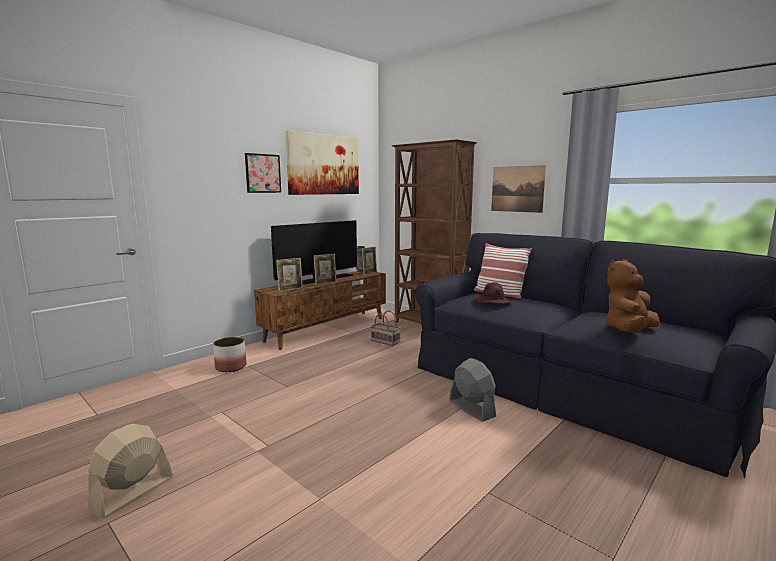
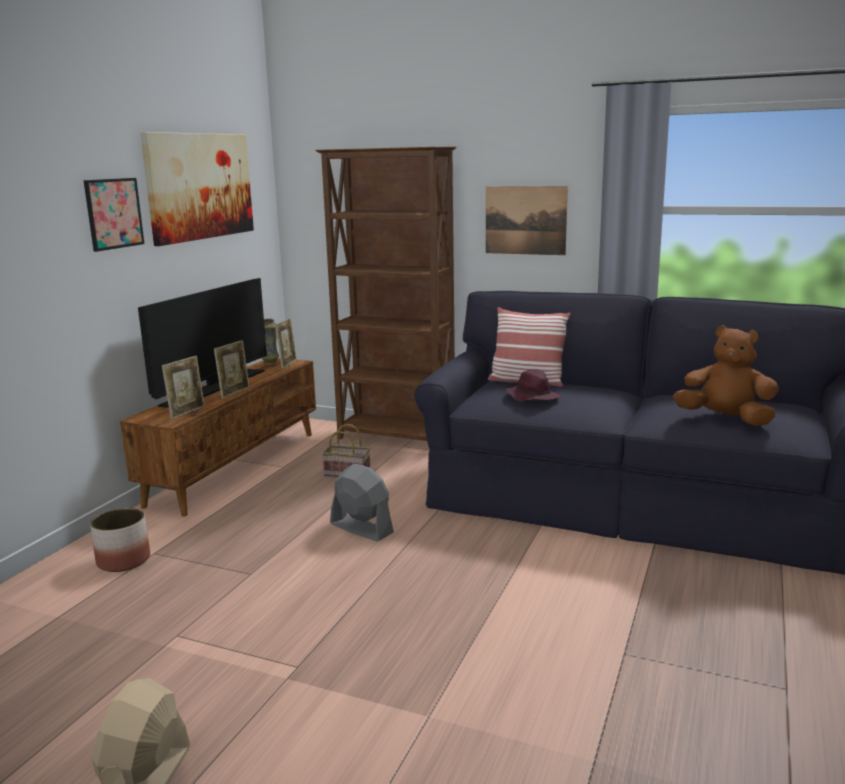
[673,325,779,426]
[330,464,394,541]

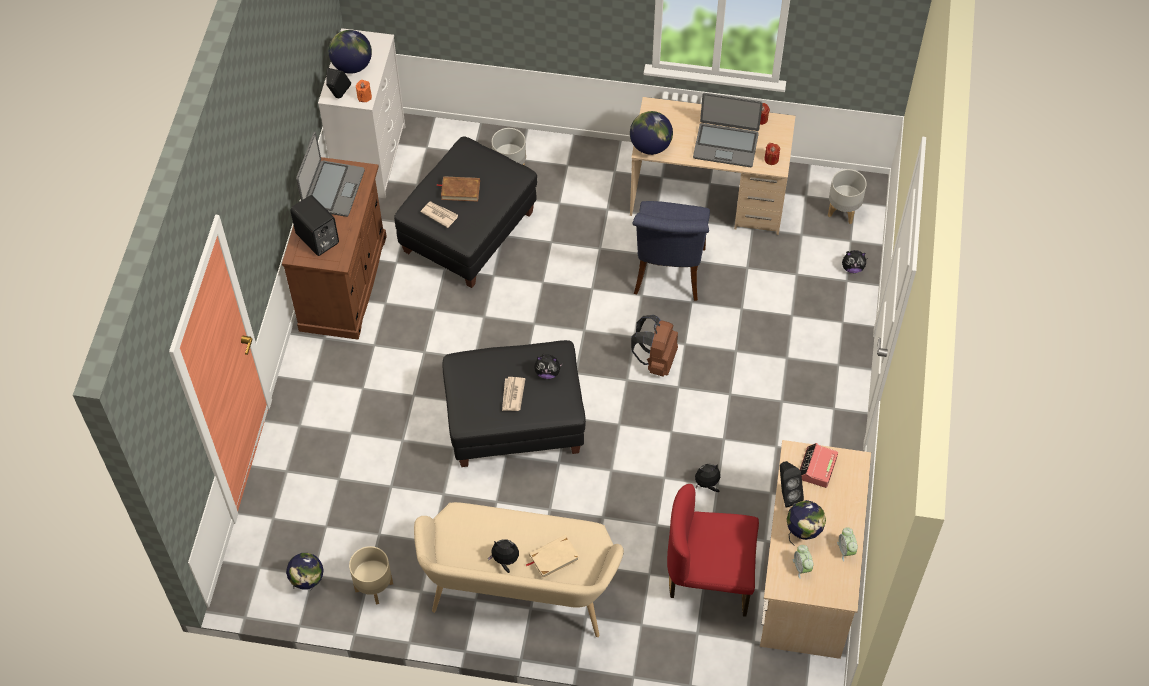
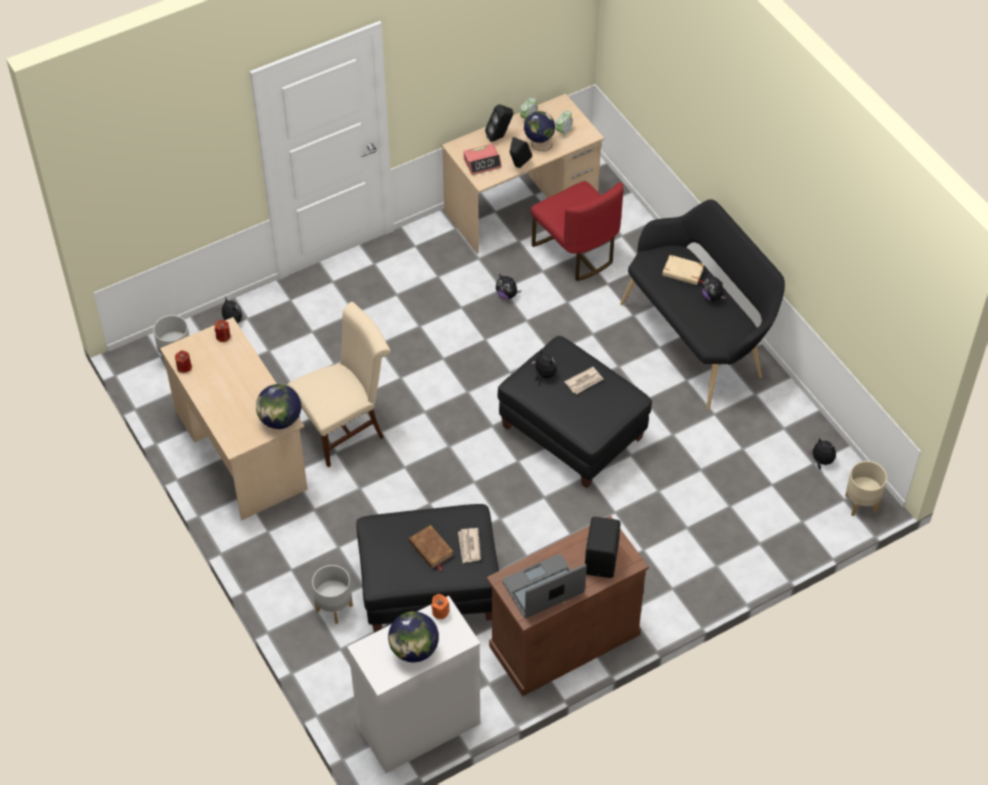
[485,104,513,142]
[693,93,763,167] (first image)
[287,302,390,467]
[631,315,678,377] (first image)
[620,199,785,410]
[845,461,887,517]
[808,437,836,470]

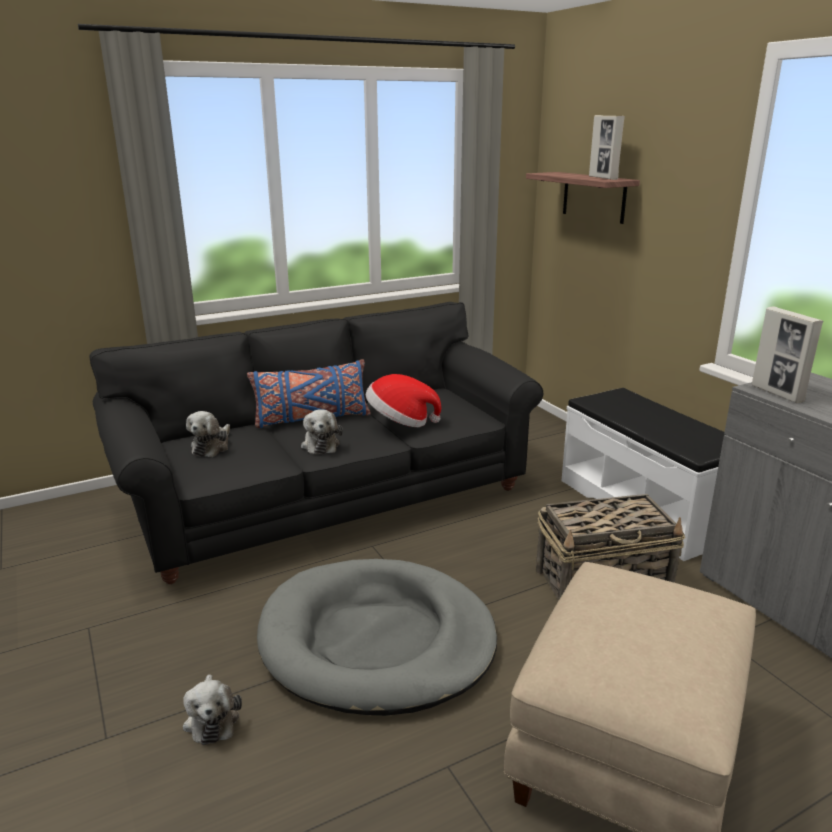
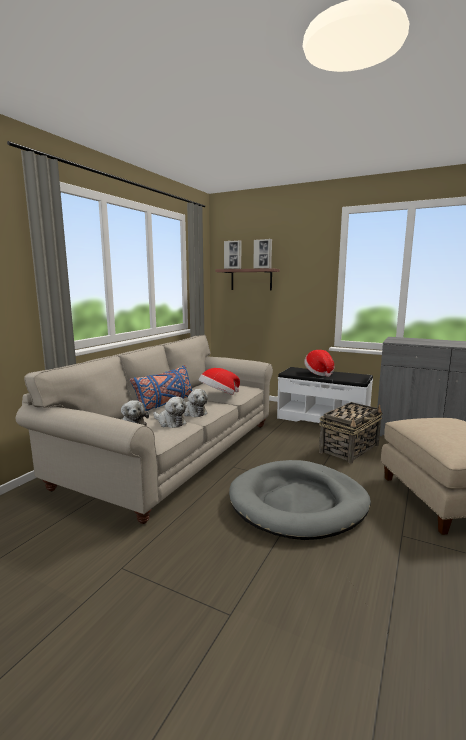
[16,335,273,524]
[224,240,242,269]
[153,397,187,428]
[304,350,334,377]

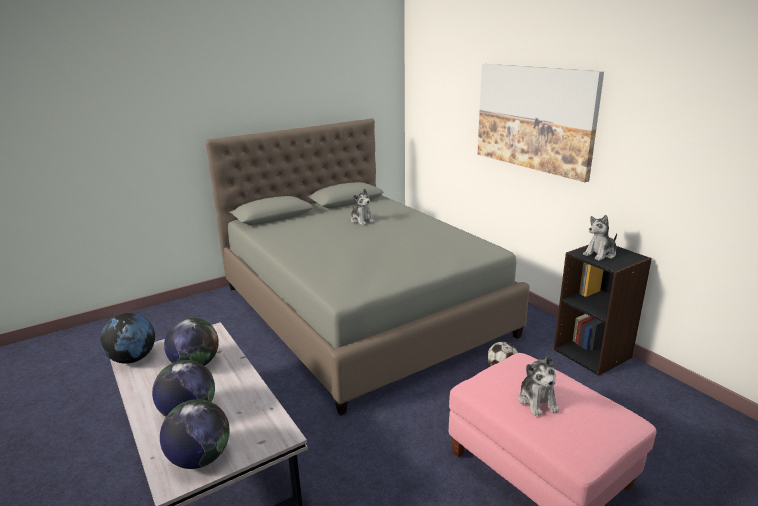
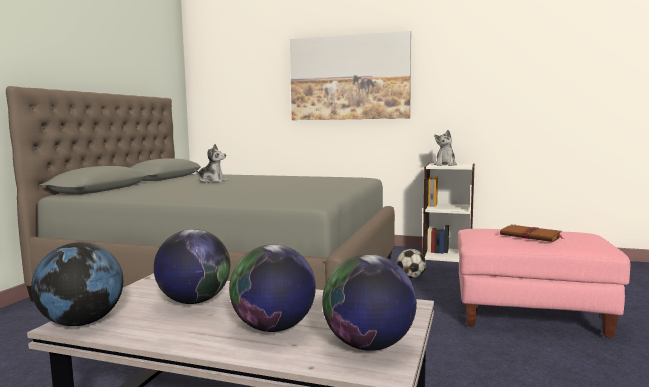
[423,163,475,262]
[500,224,564,242]

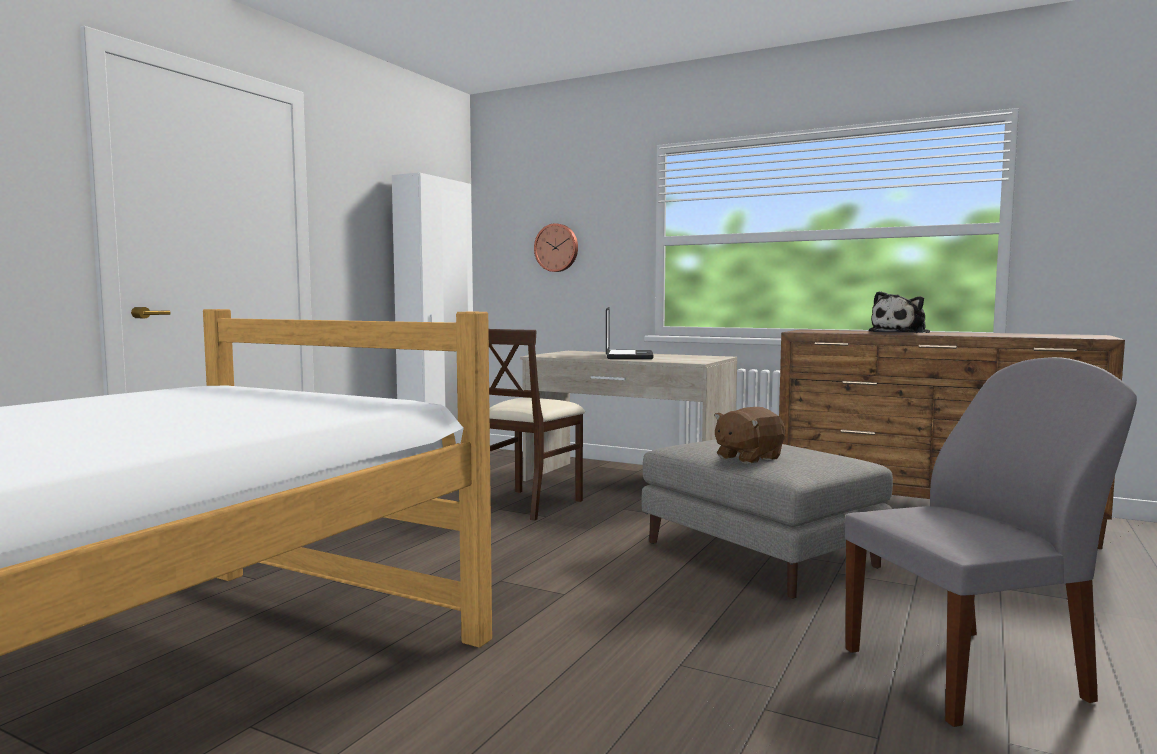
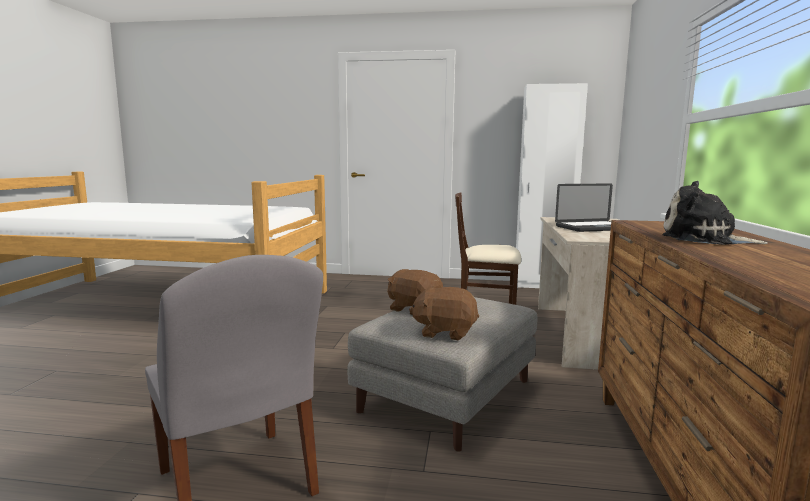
[534,223,578,272] (first image)
[409,287,479,340]

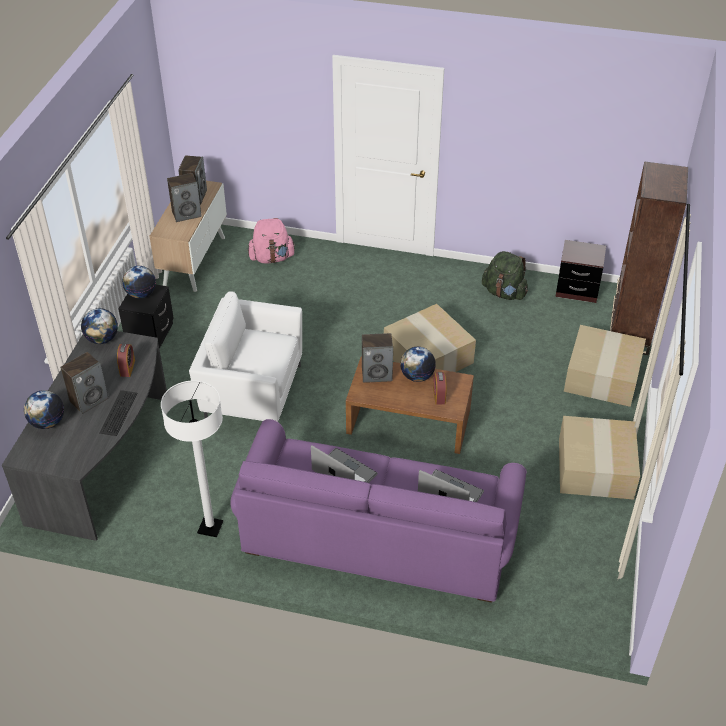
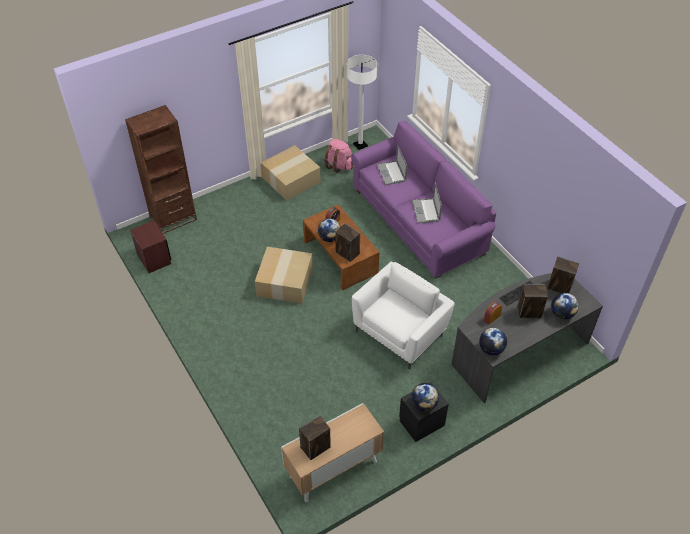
[547,256,579,293]
[324,139,354,173]
[482,251,528,300] (first image)
[352,262,455,369]
[564,325,646,407] (first image)
[347,55,377,150]

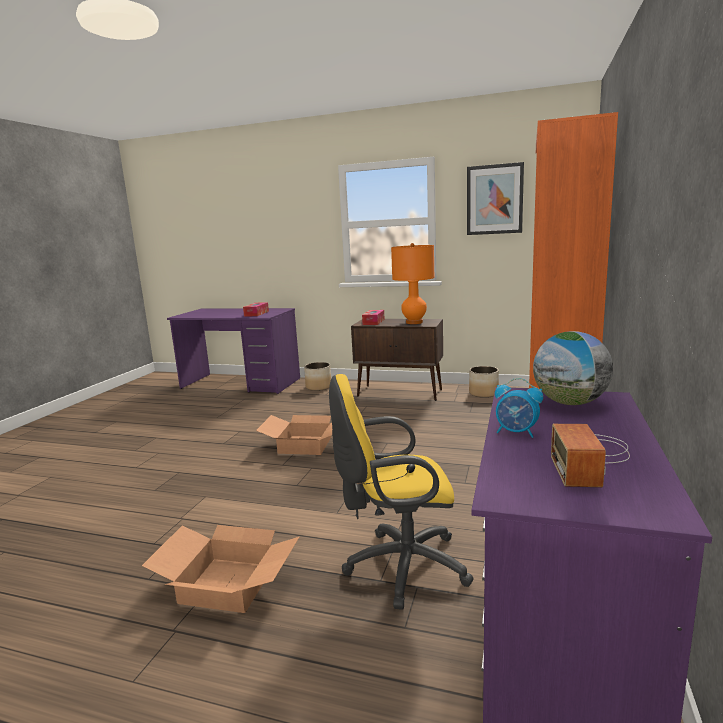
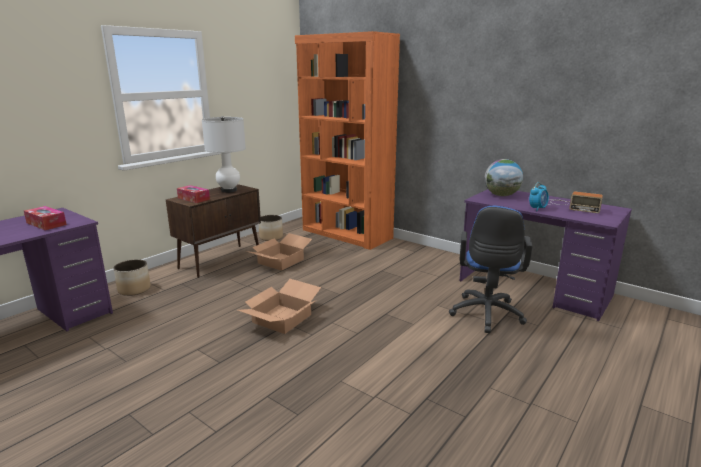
[467,162,524,235] (first image)
[202,116,246,193]
[449,206,533,333]
[246,233,312,271]

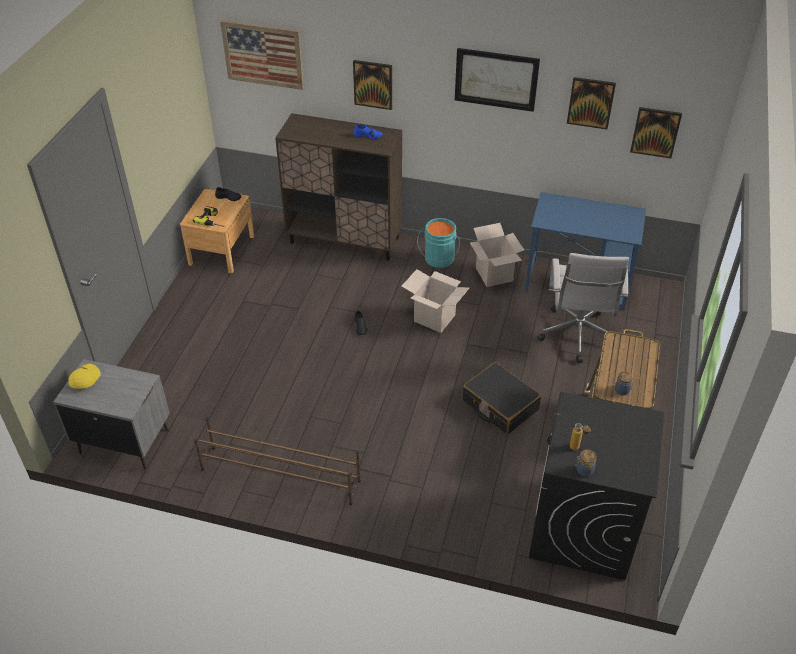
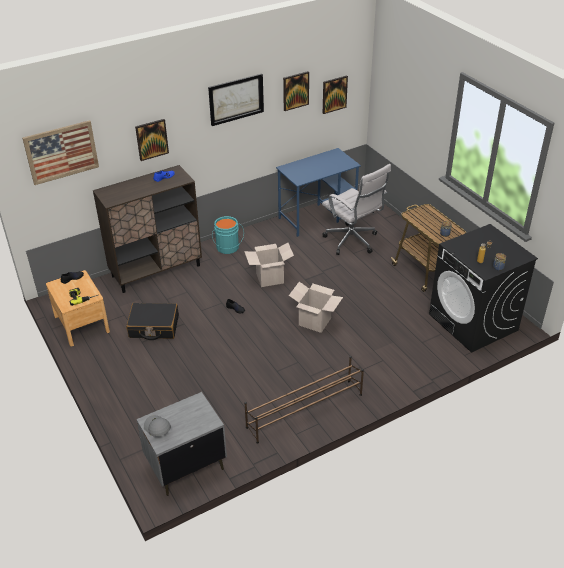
[289,282,343,333]
[126,303,179,340]
[144,415,171,437]

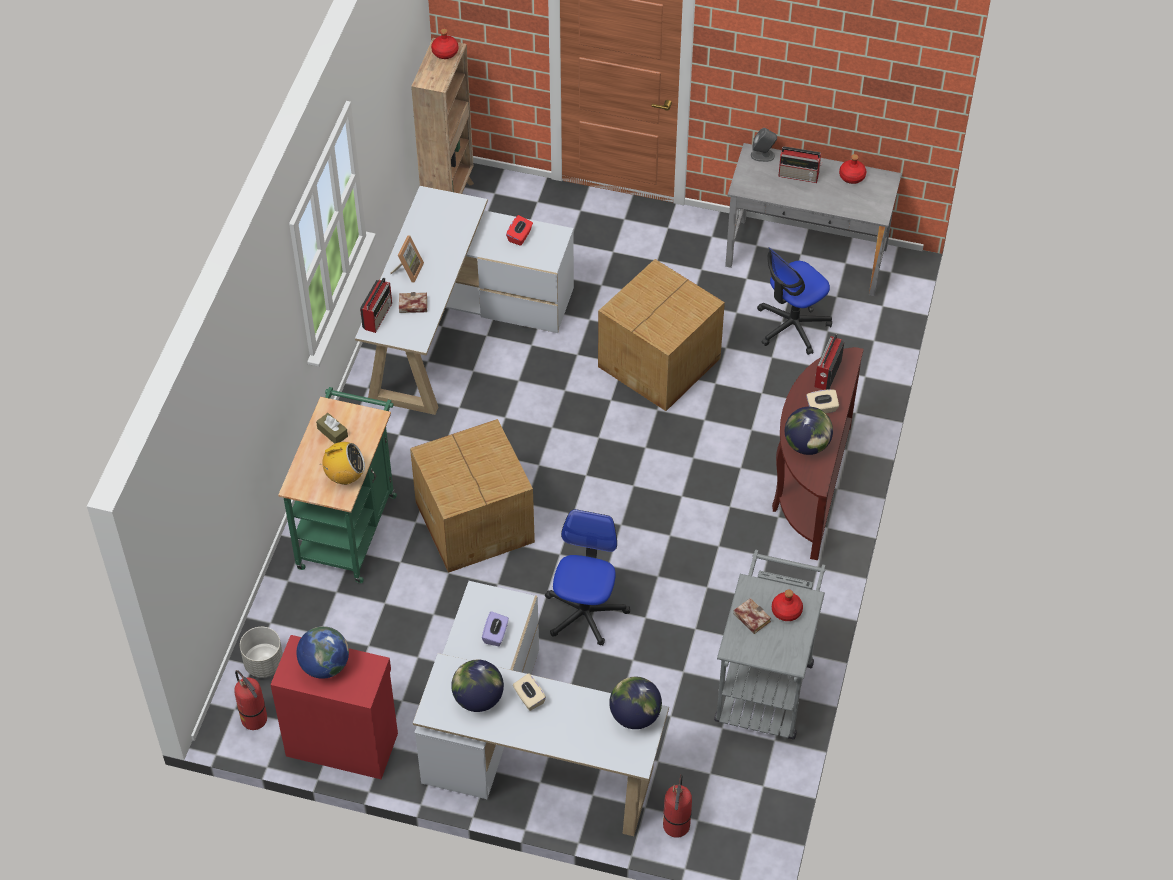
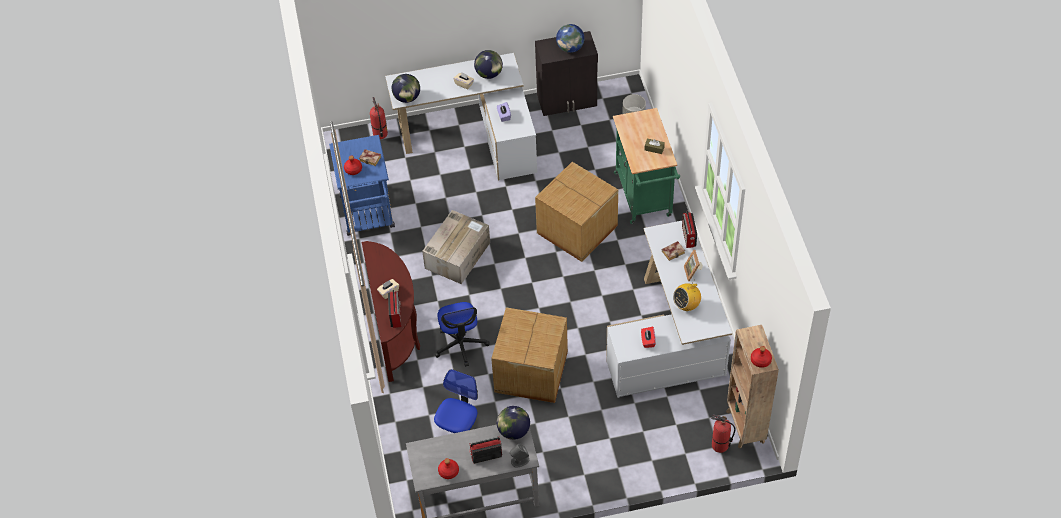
[497,406,530,440]
[673,281,701,311]
[435,302,490,367]
[329,135,395,236]
[535,31,598,116]
[711,414,736,453]
[422,210,490,284]

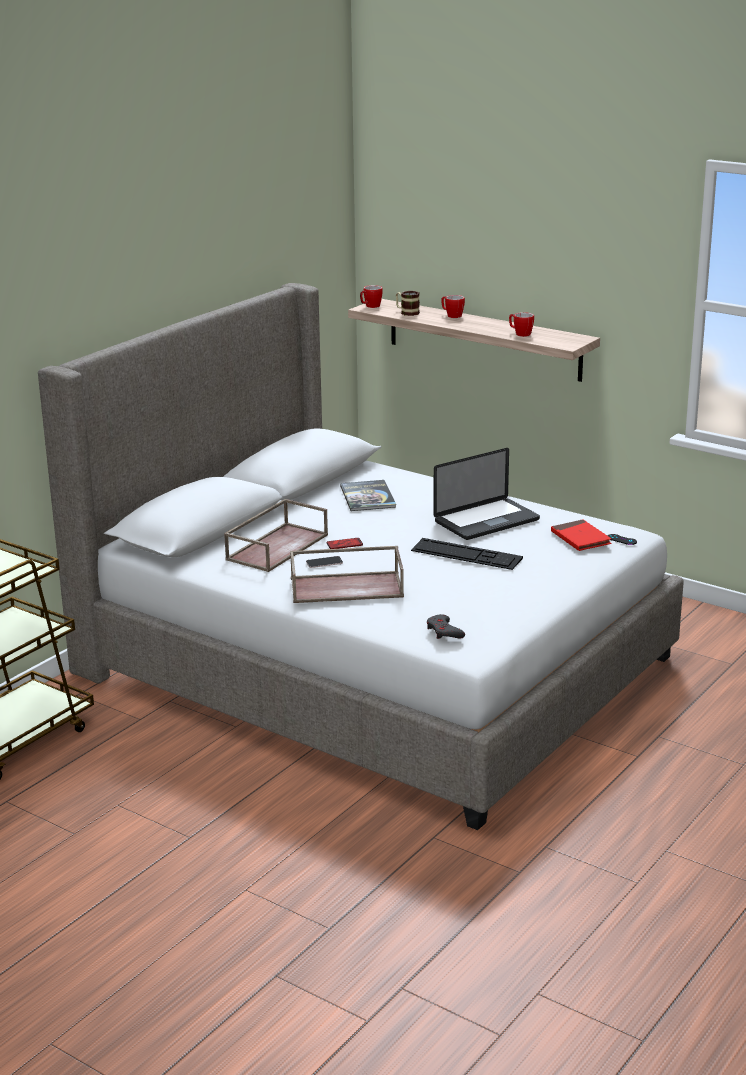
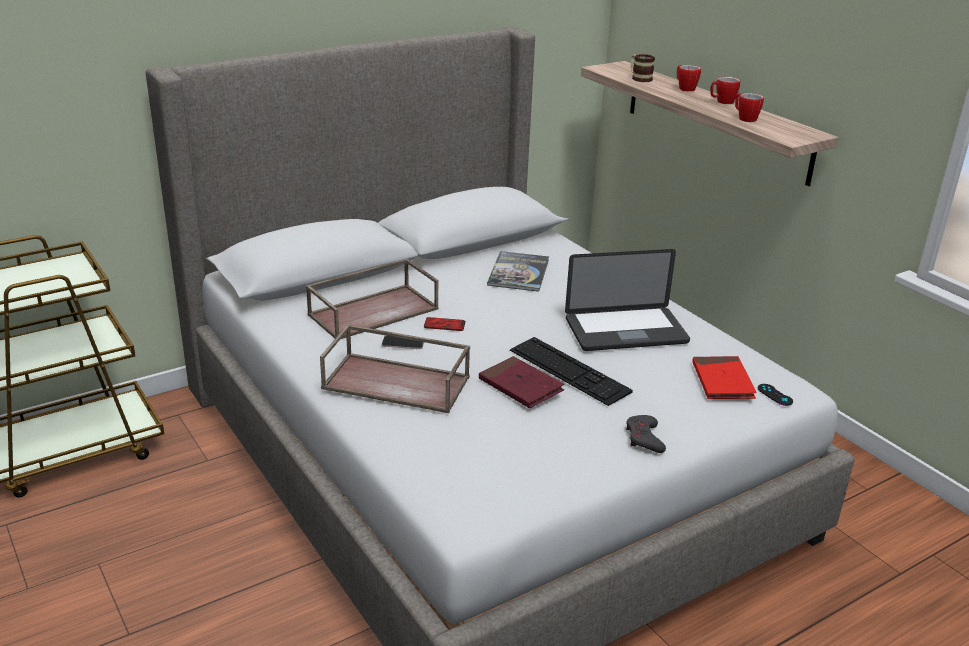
[711,77,740,104]
[626,415,666,453]
[479,356,564,408]

